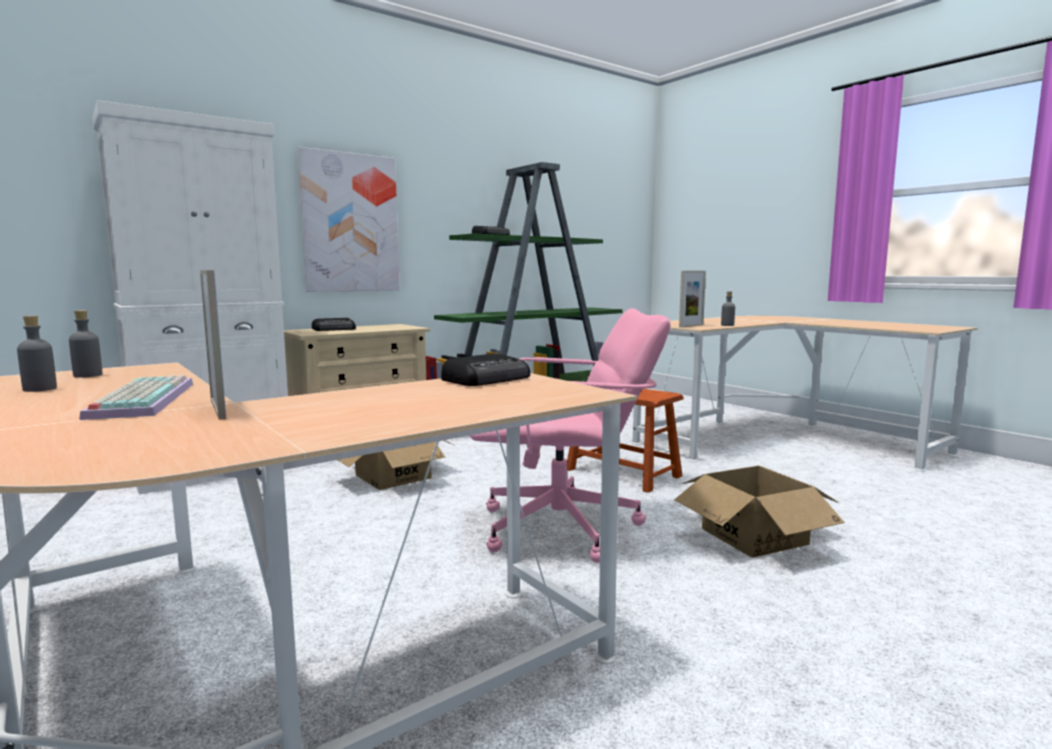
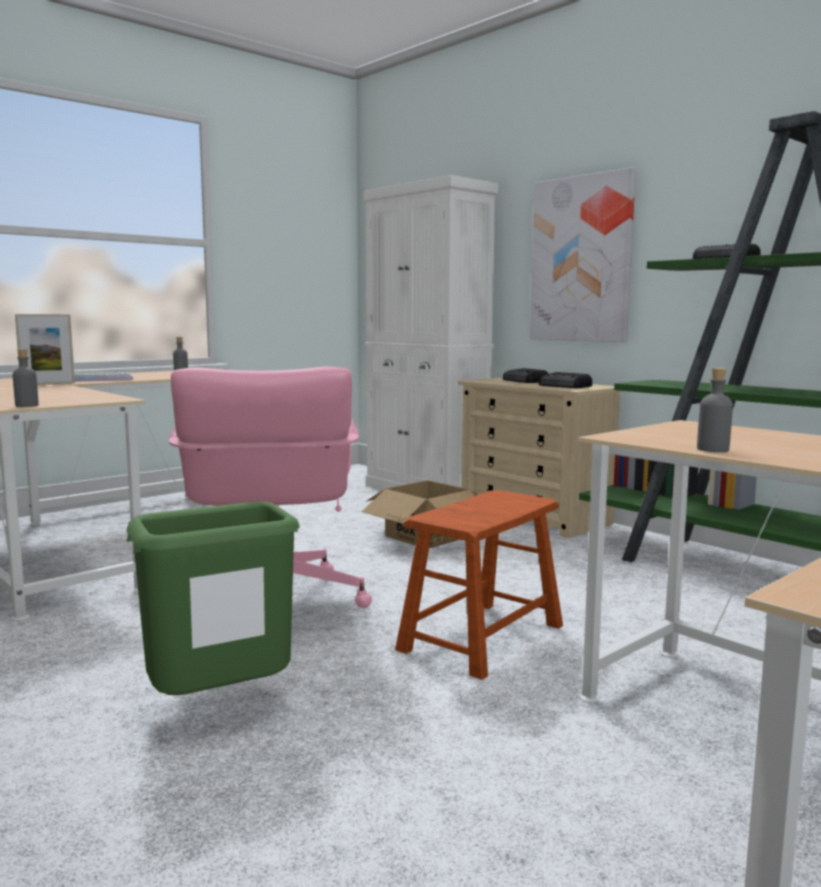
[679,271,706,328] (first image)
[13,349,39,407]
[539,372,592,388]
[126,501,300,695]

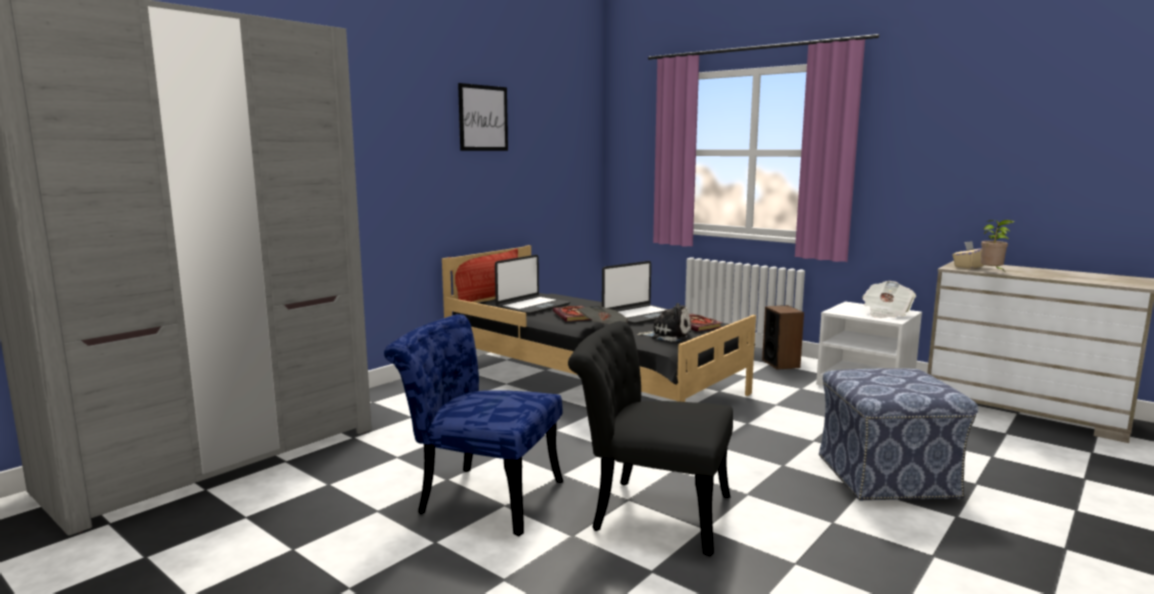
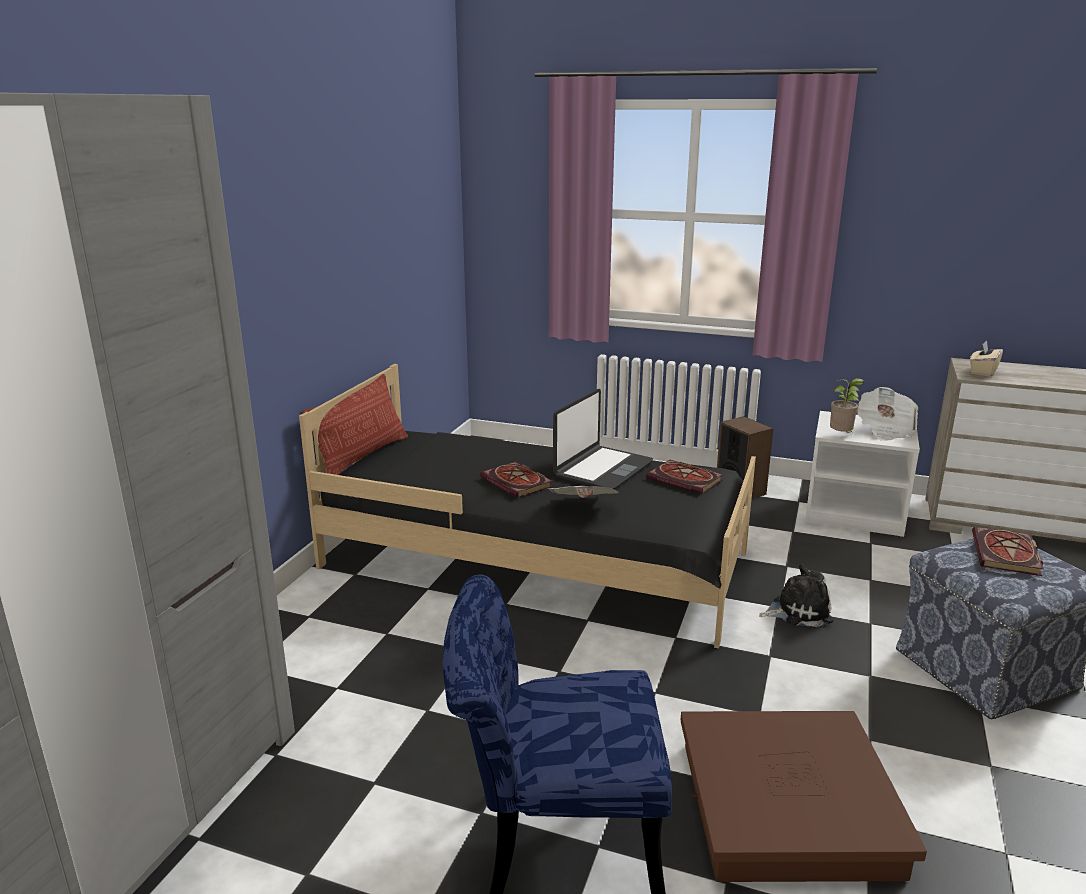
[458,83,508,151] (first image)
[830,378,864,433]
[495,255,570,315] (first image)
[759,563,833,627]
[681,711,927,882]
[972,526,1044,576]

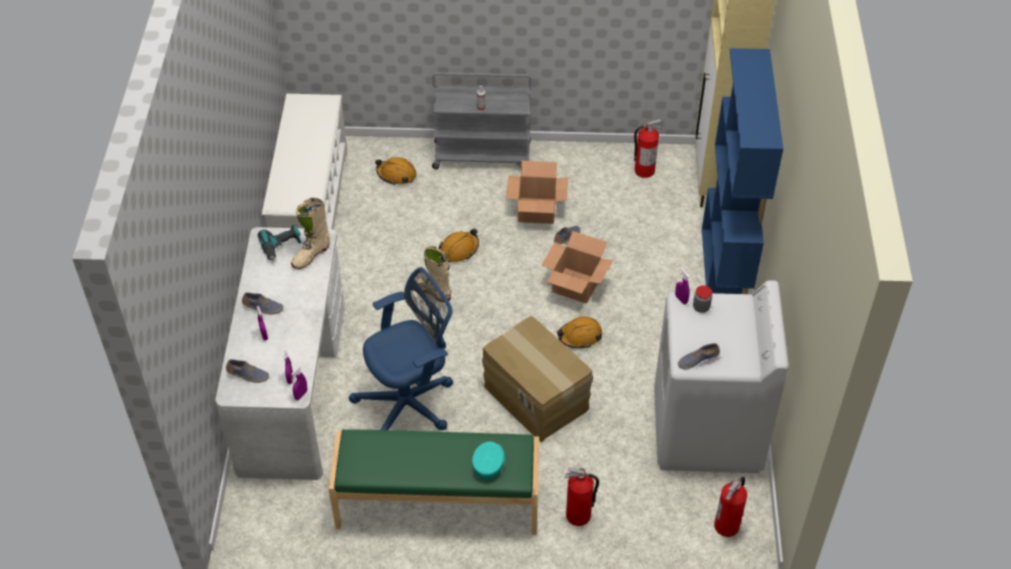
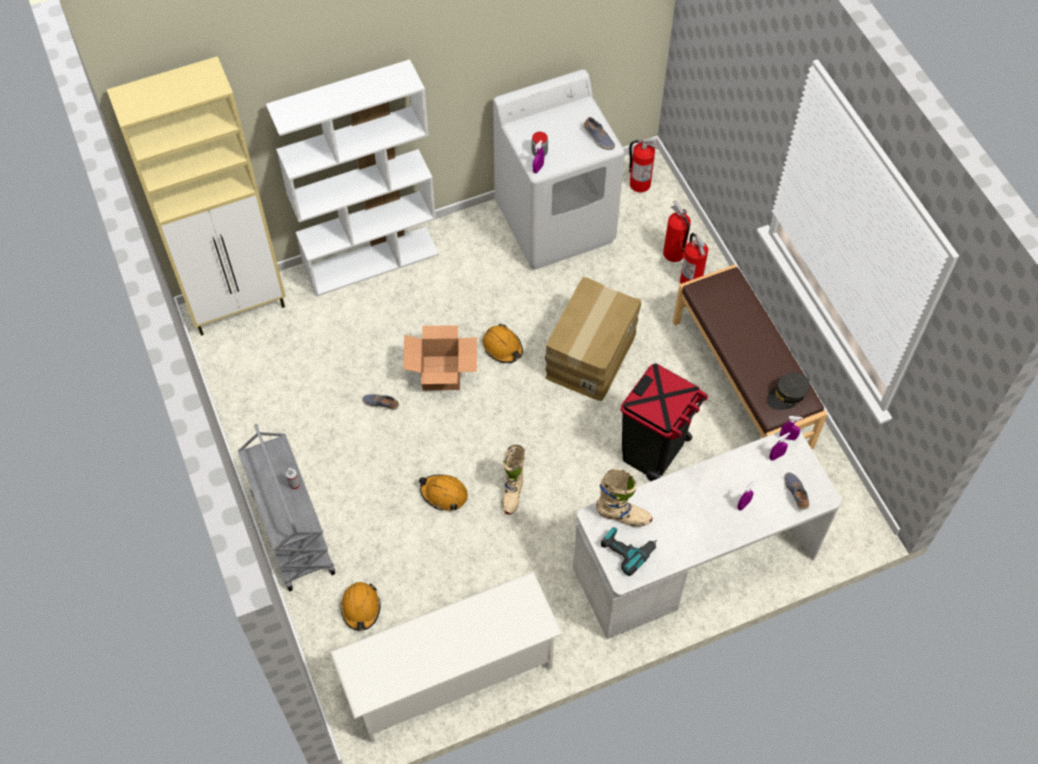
[266,59,439,297]
[663,200,691,262]
[506,161,568,224] (first image)
[621,364,708,482]
[242,292,284,314] (first image)
[673,264,828,449]
[472,442,505,480] (first image)
[767,372,810,410]

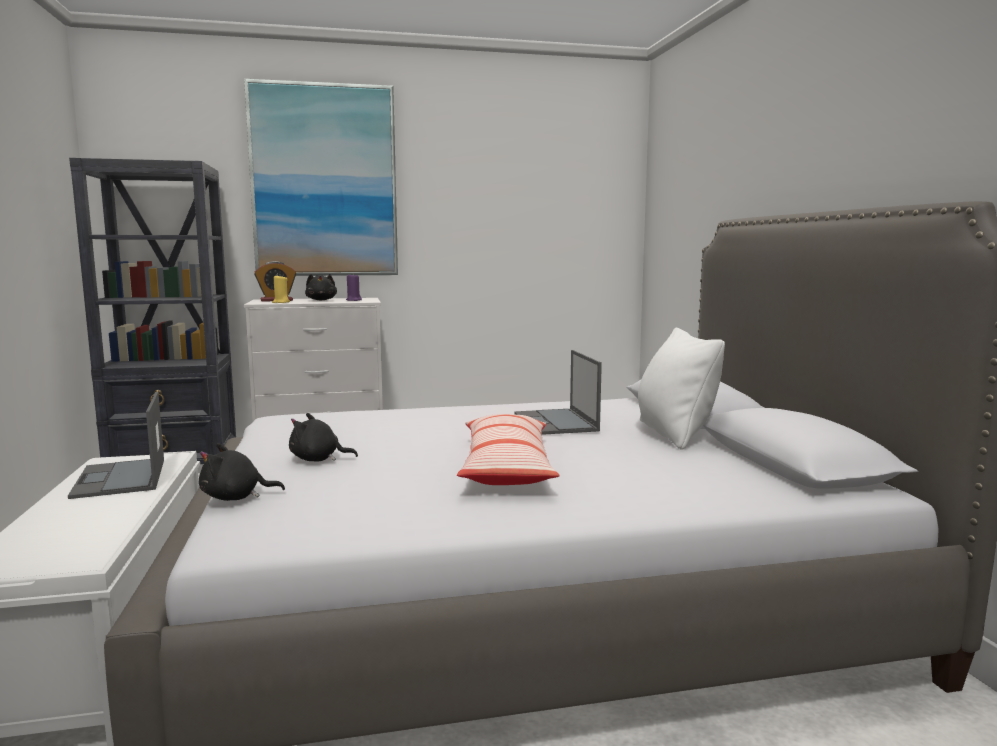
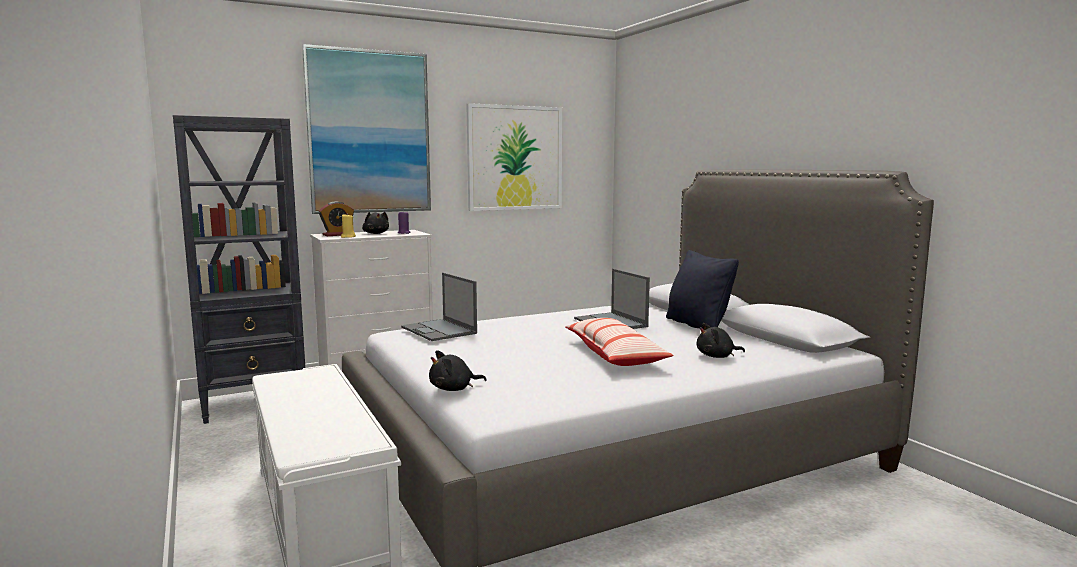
[666,250,739,328]
[401,273,477,341]
[697,323,745,358]
[466,103,562,211]

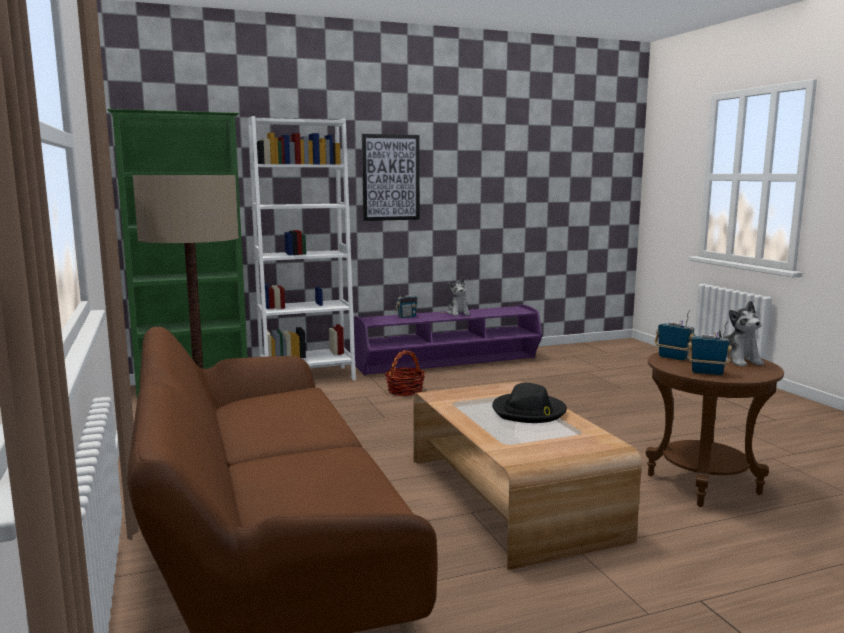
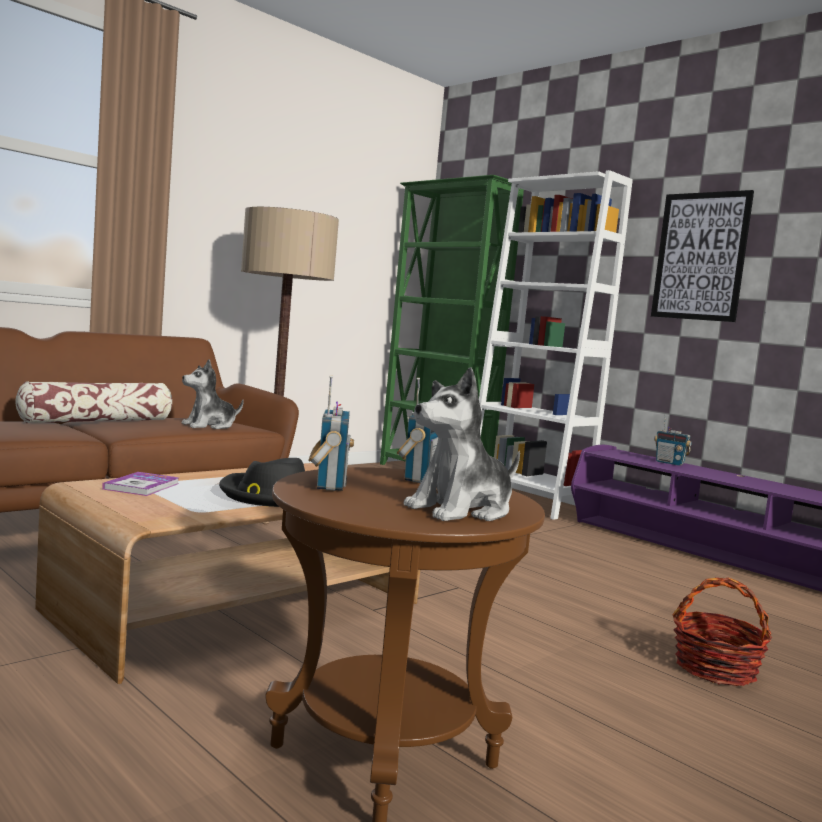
[182,359,244,429]
[672,577,772,686]
[15,381,172,423]
[102,472,179,496]

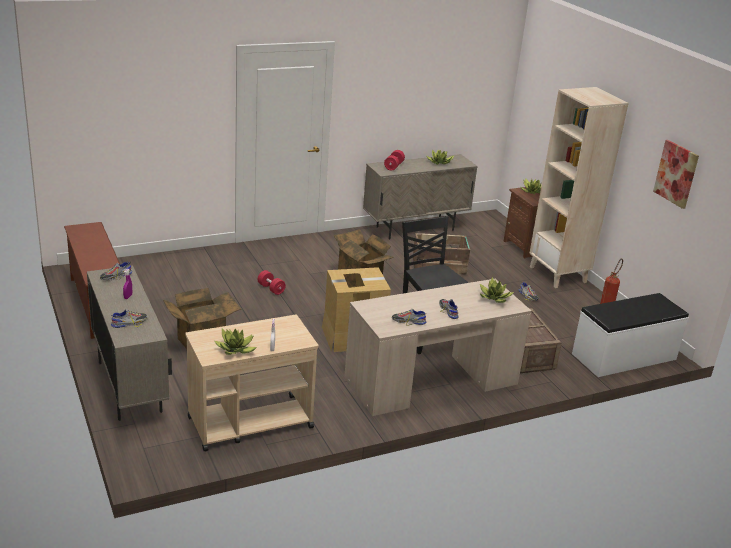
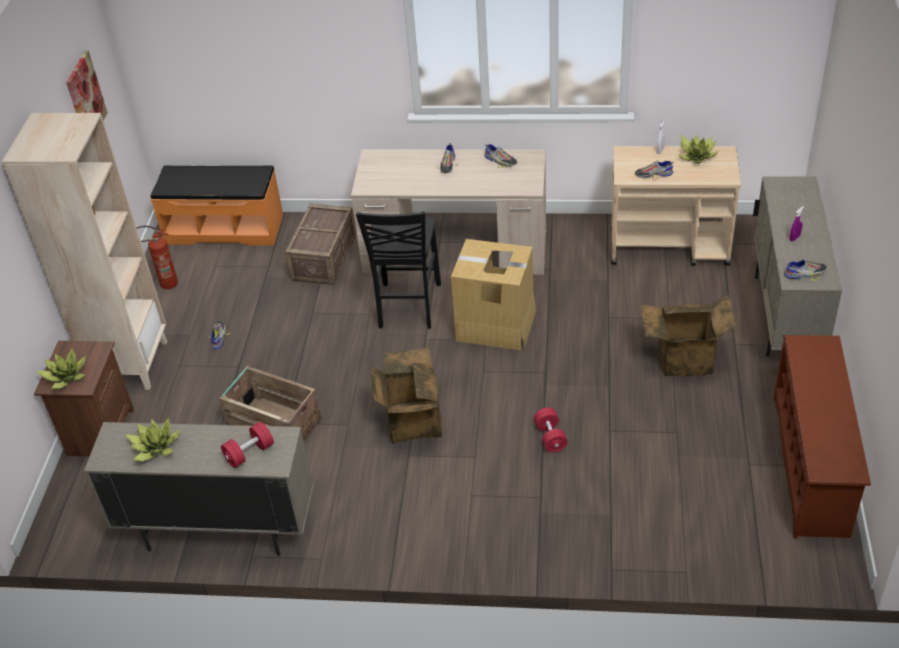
[480,277,514,303] (first image)
[151,166,283,246]
[635,160,674,180]

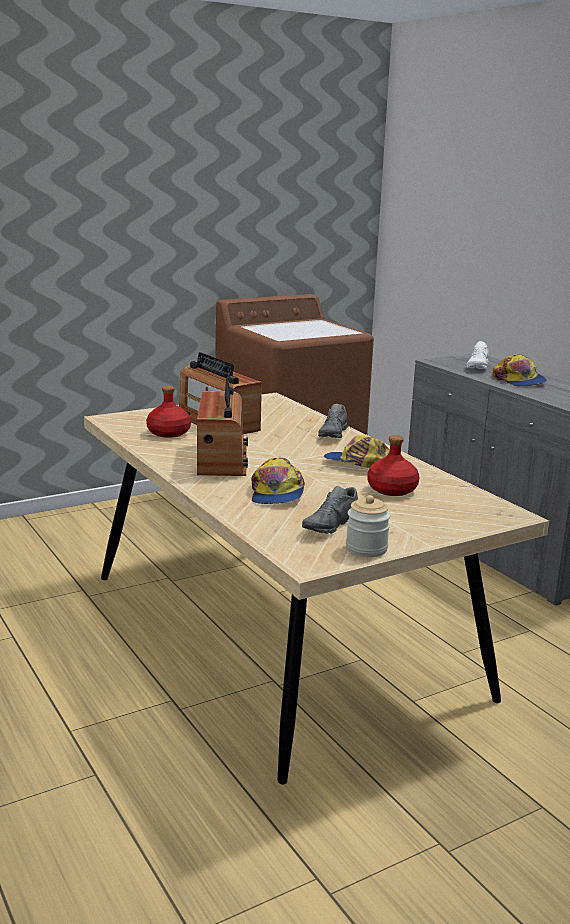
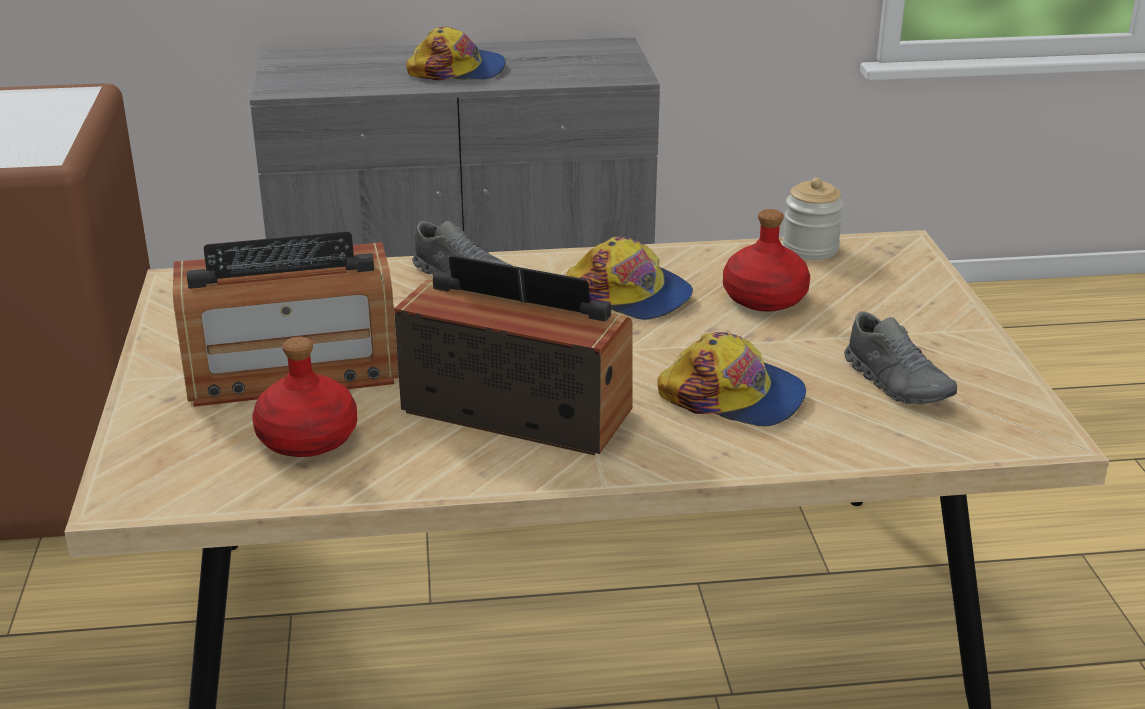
[466,341,489,369] (first image)
[566,237,693,320]
[783,177,844,260]

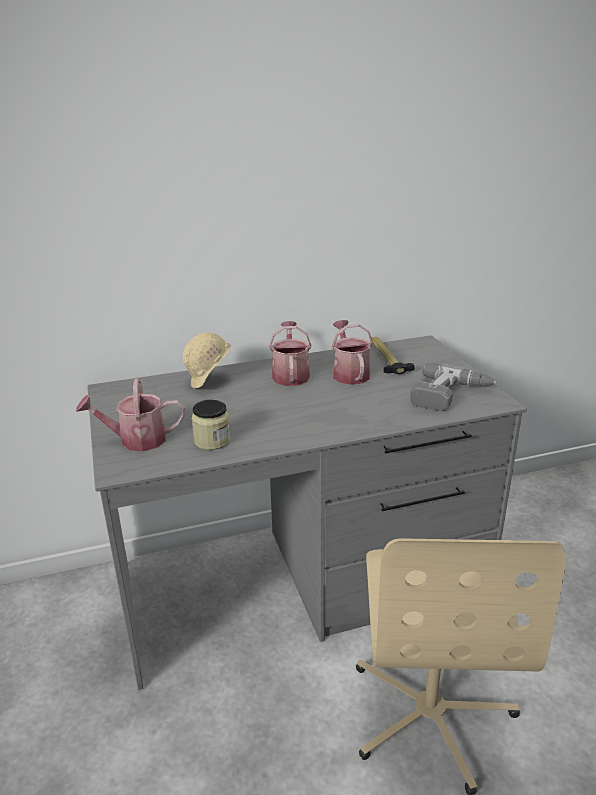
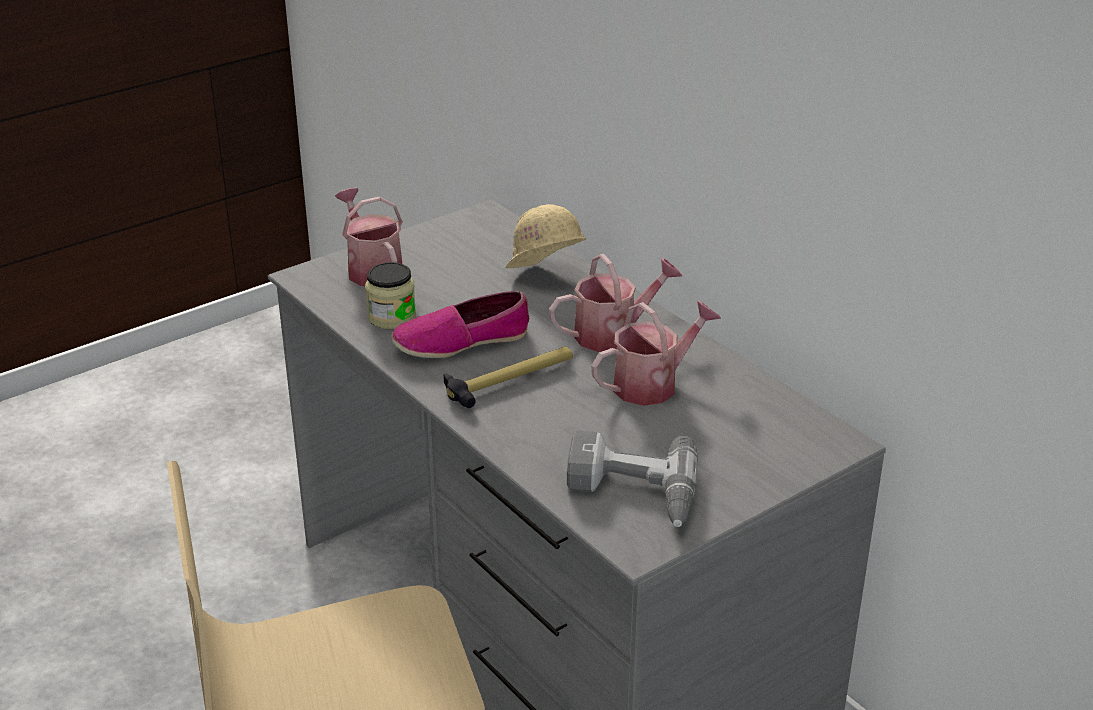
[444,346,573,408]
[391,291,529,358]

